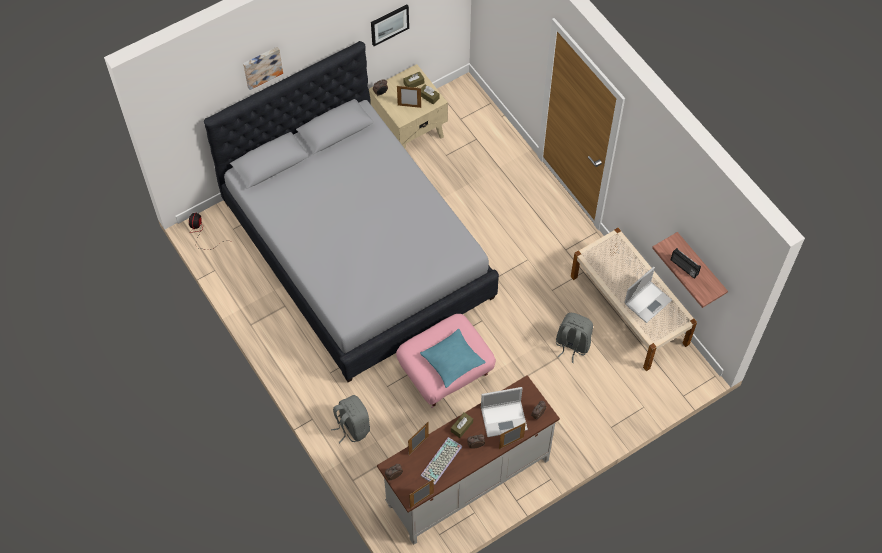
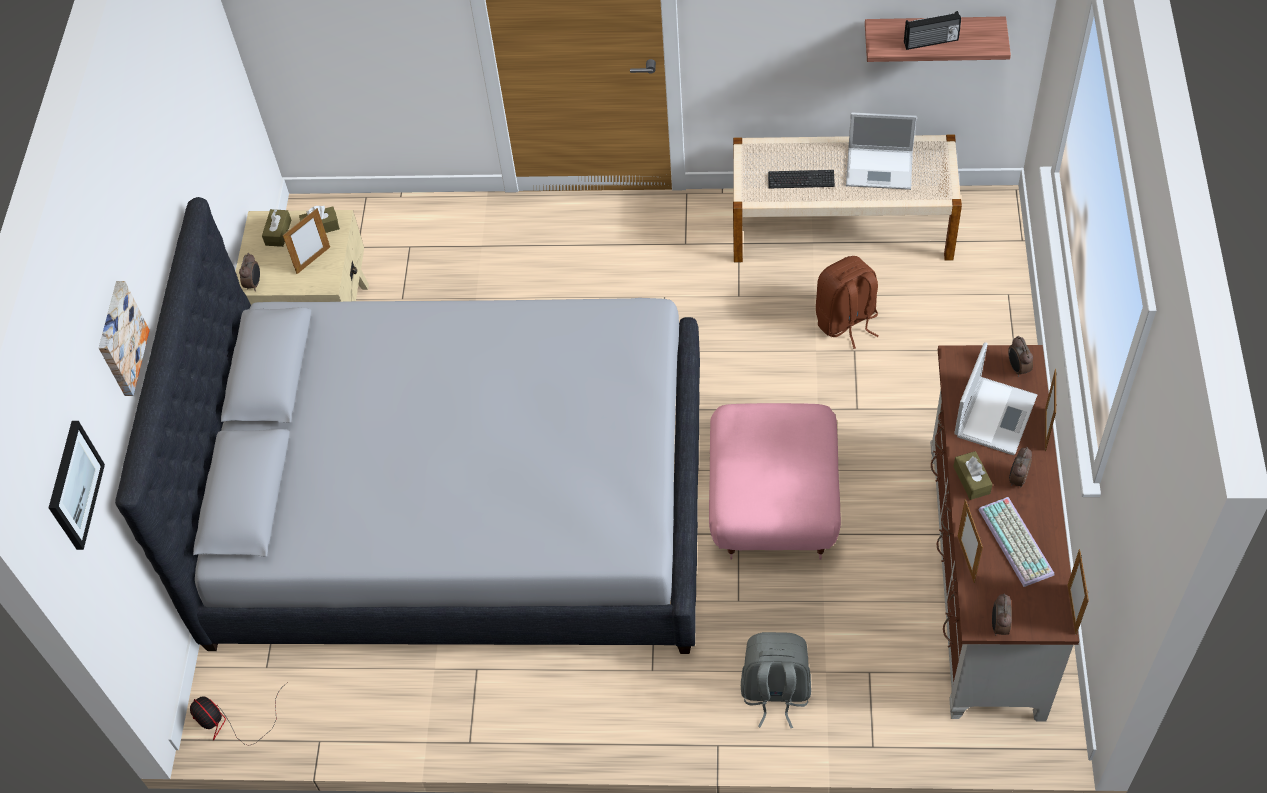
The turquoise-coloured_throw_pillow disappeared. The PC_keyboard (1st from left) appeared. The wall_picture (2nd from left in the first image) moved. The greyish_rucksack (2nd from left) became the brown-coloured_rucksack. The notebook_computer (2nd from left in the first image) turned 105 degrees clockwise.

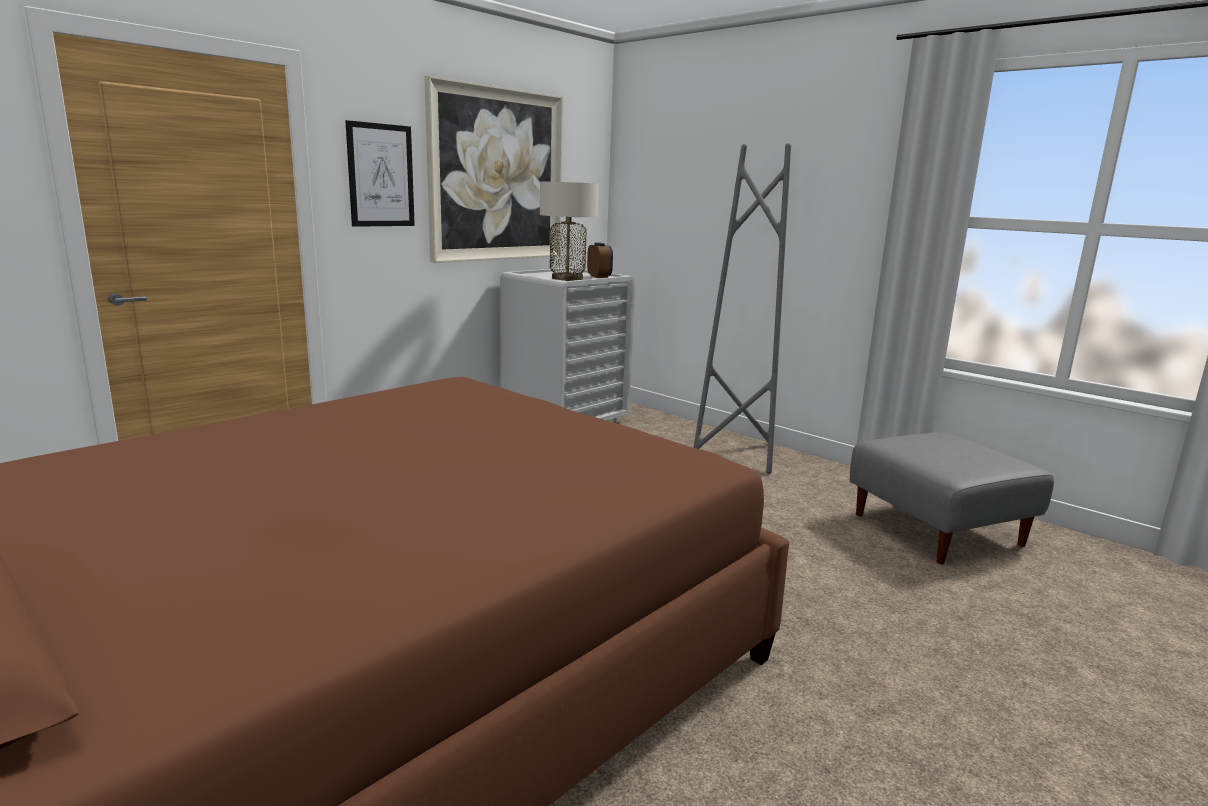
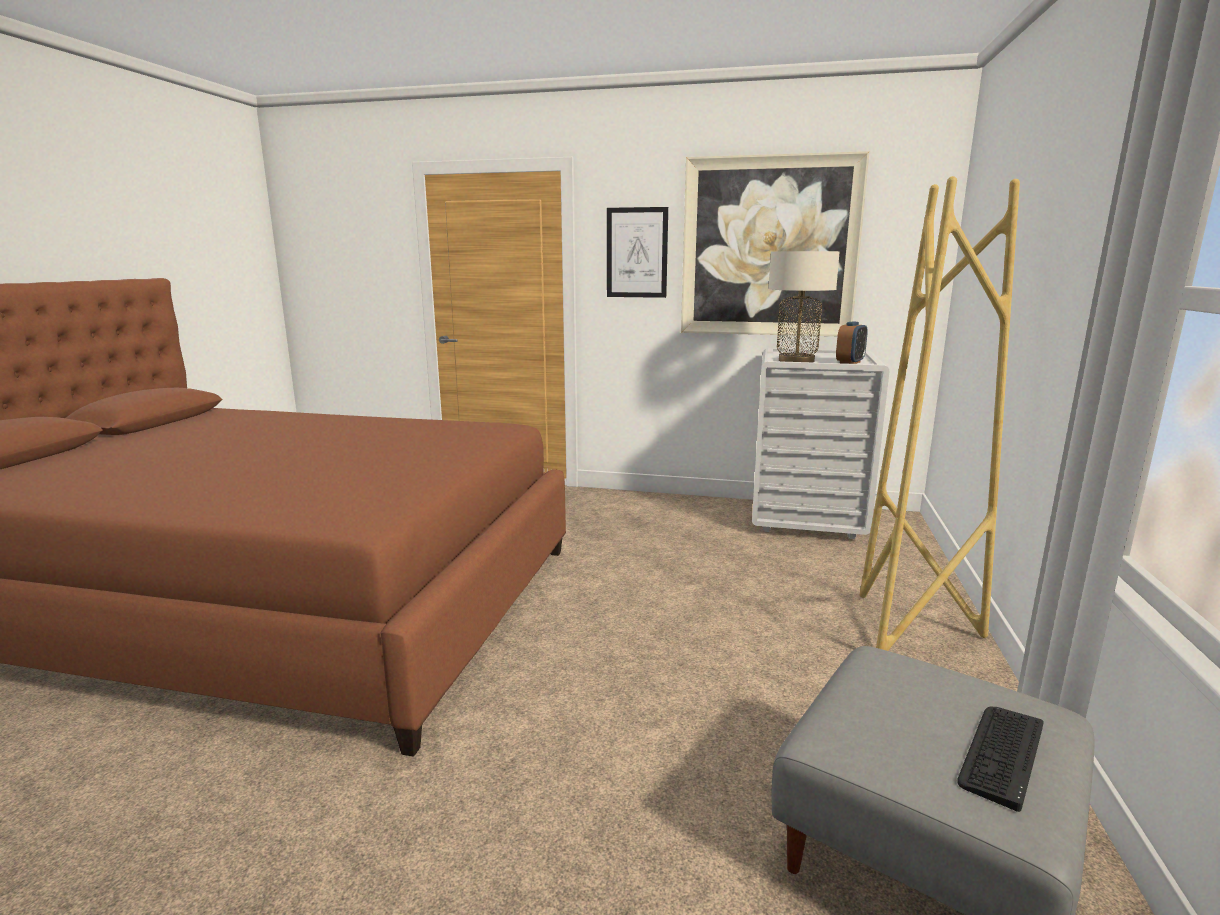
The PC_keyboard appeared. The greyish_clothes_rack became the yellowish_clothes_rack.

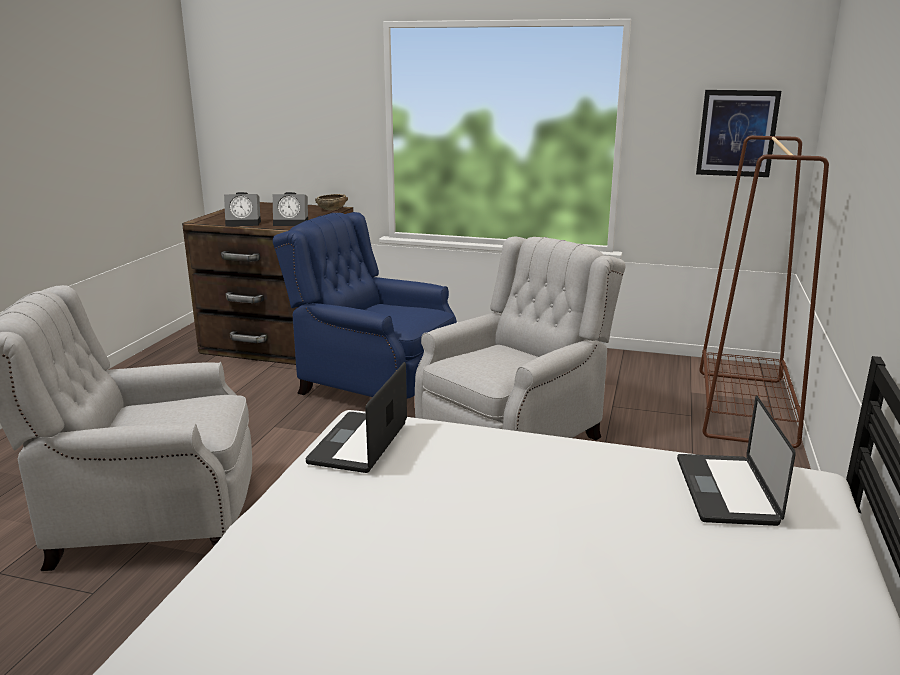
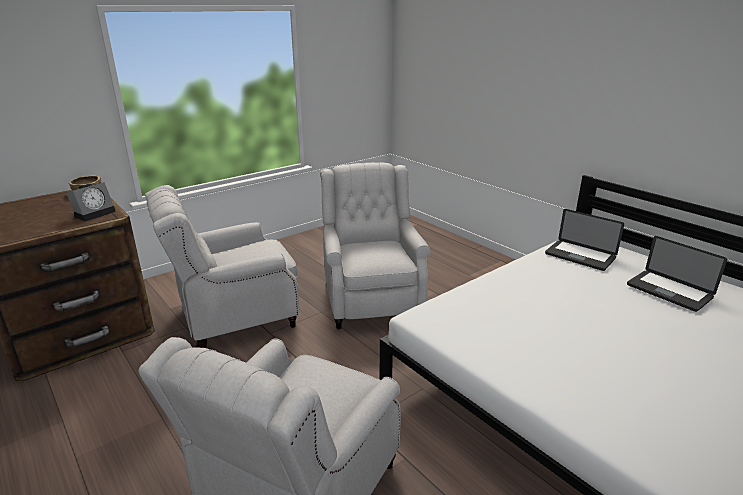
The bedside_clock (1st from left) disappeared. The wall_picture disappeared. The brown-coloured_clothes_rack disappeared. The notebook_computer (1st from left in the first image) moved. The blue_easy_chair became the white_easy_chair (1st from left).

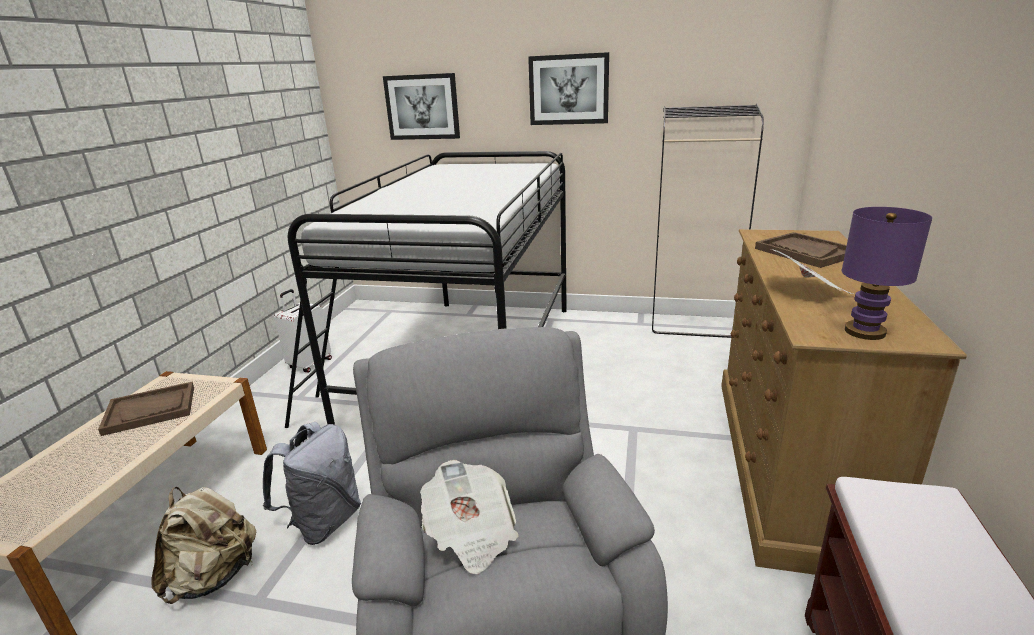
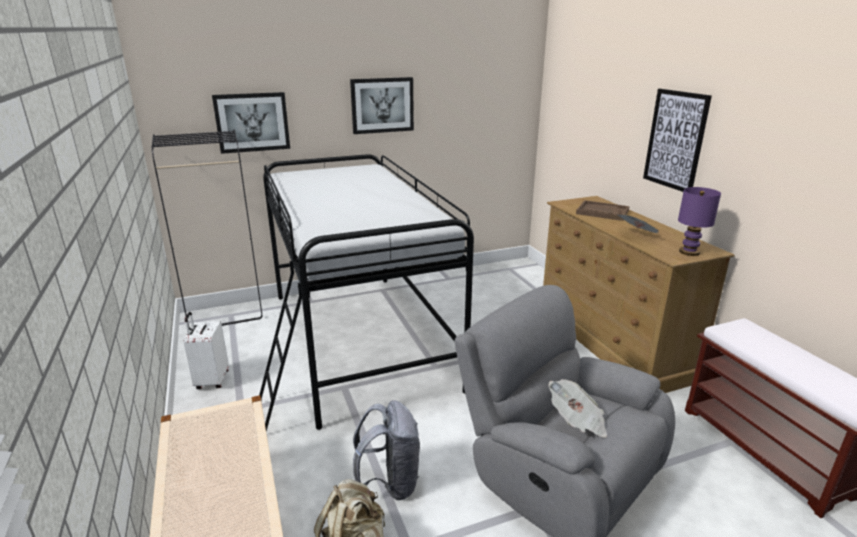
The brown-coloured_carrying_tray (1st from left) disappeared. The wall_picture (3rd from left) appeared. The black_clothes_rack moved.

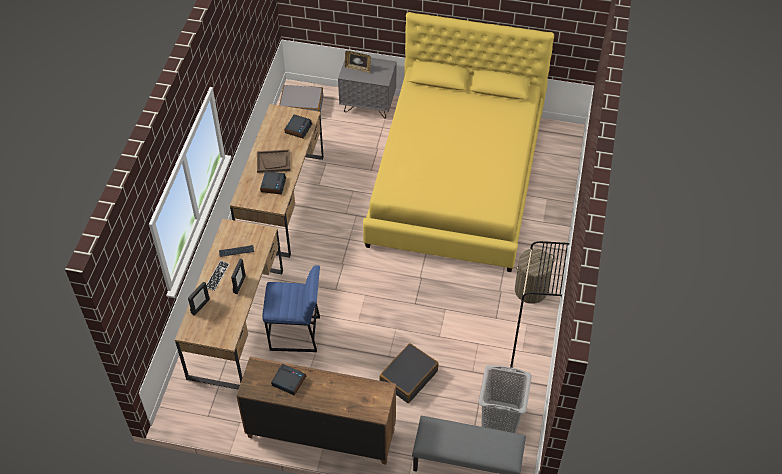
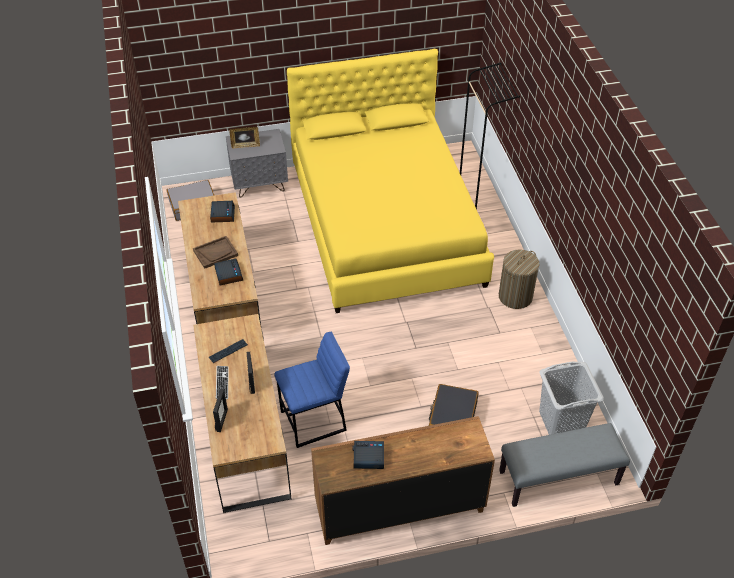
The black_clothes_rack moved.

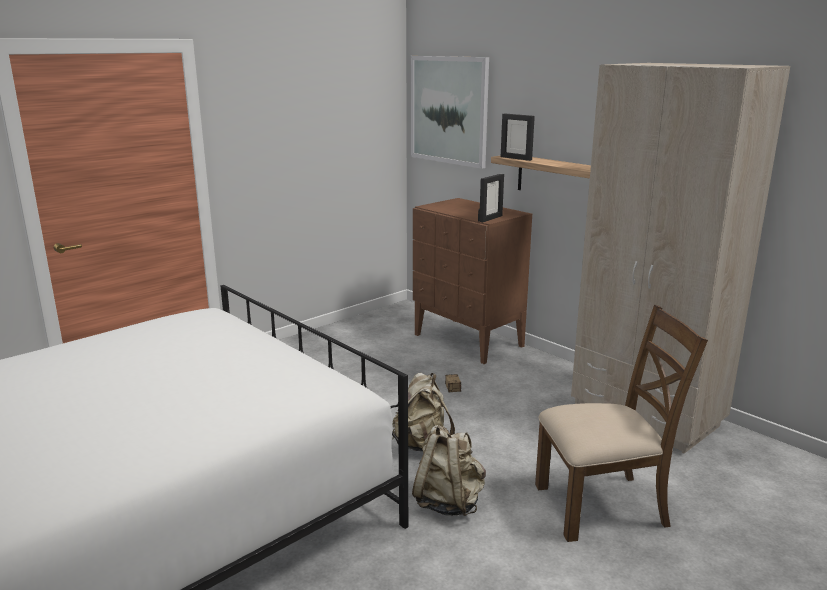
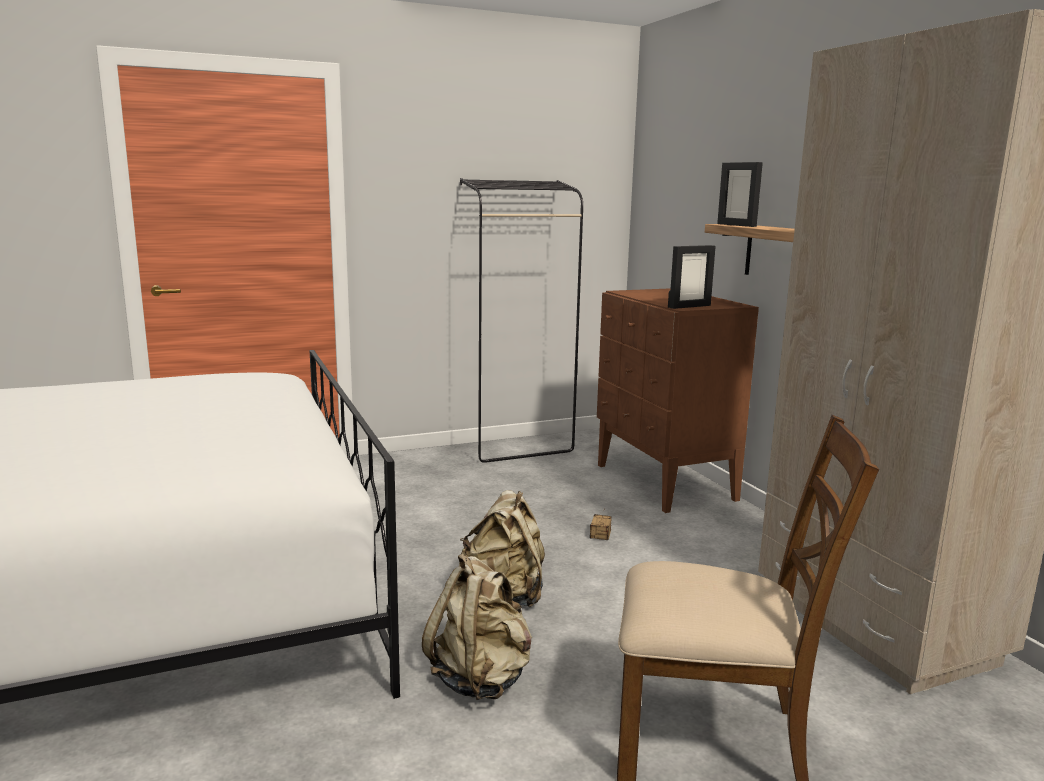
The wall_picture disappeared. The black_clothes_rack appeared.

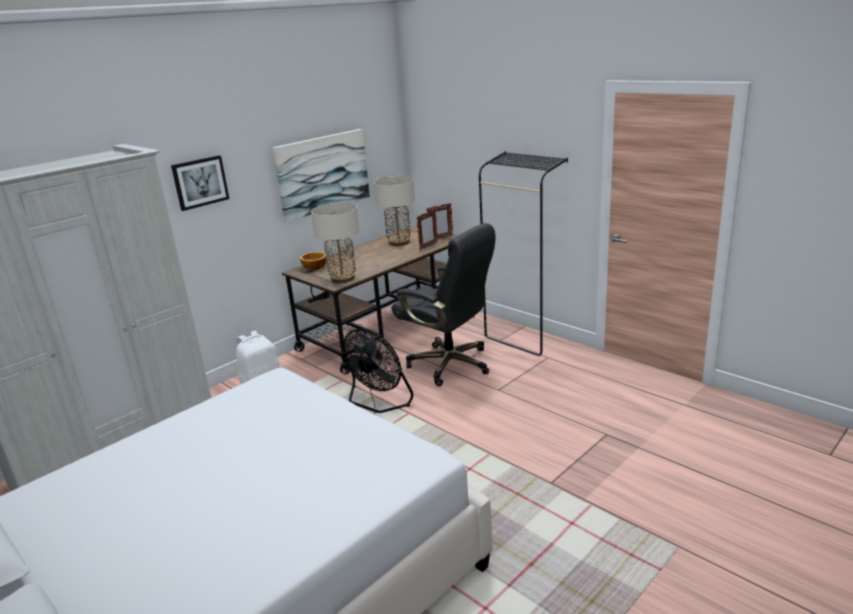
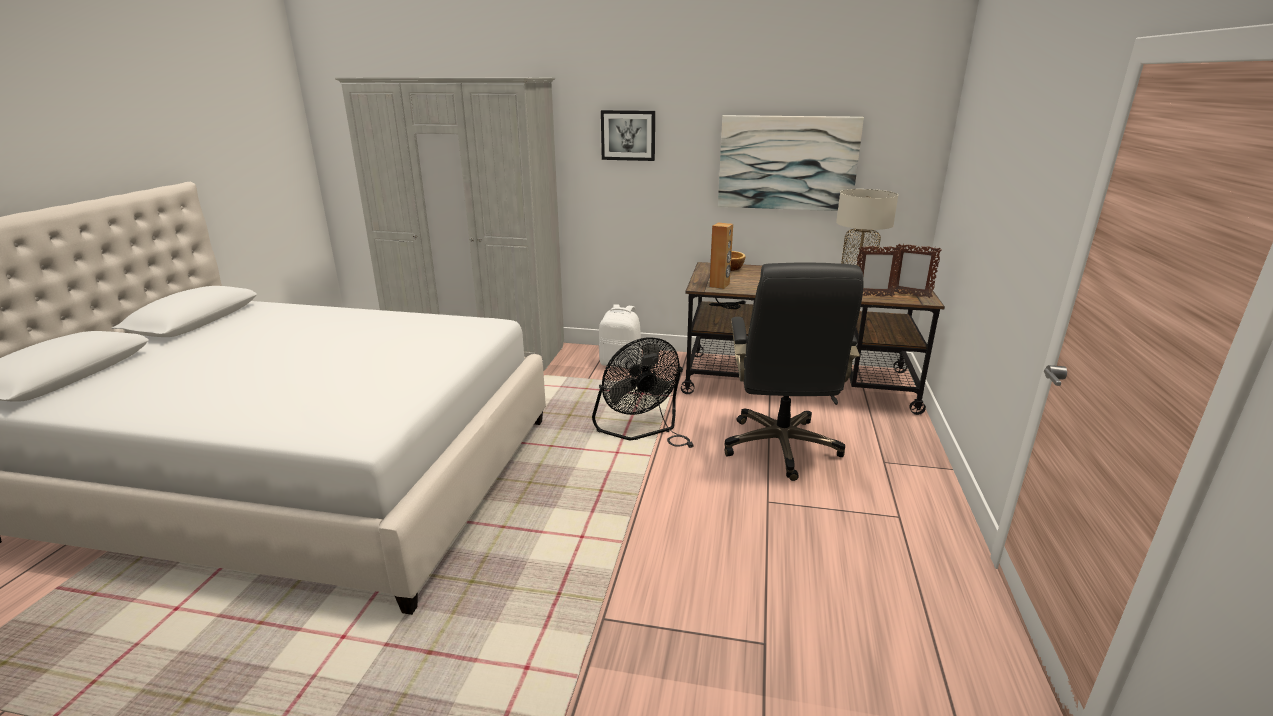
The black_clothes_rack disappeared. The tabletop_lamp (1st from left) was replaced by the brown-coloured_loudspeaker. The black_cooling_fan turned 120 degrees counterclockwise.

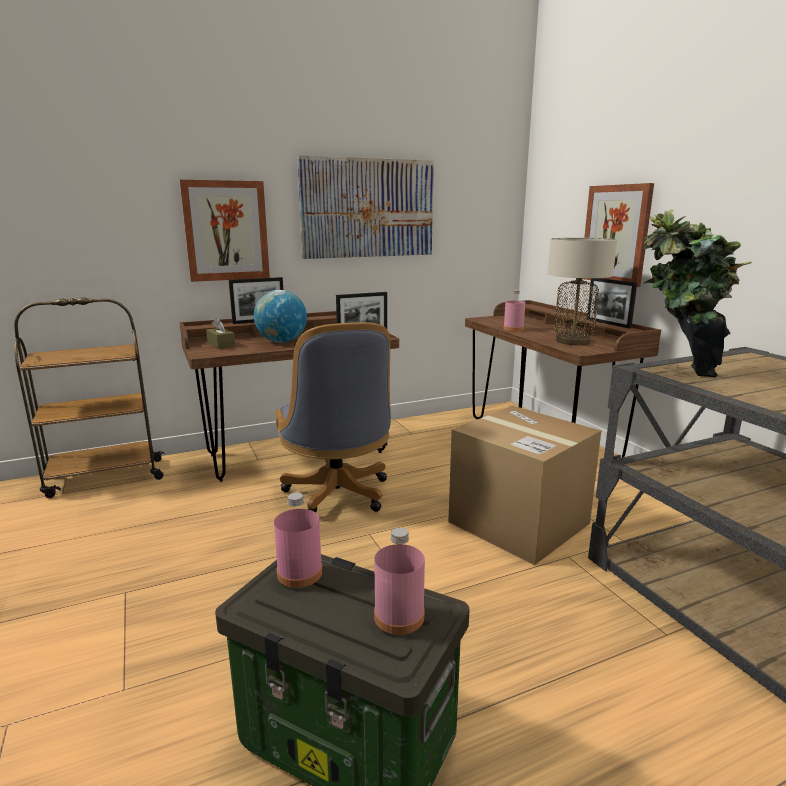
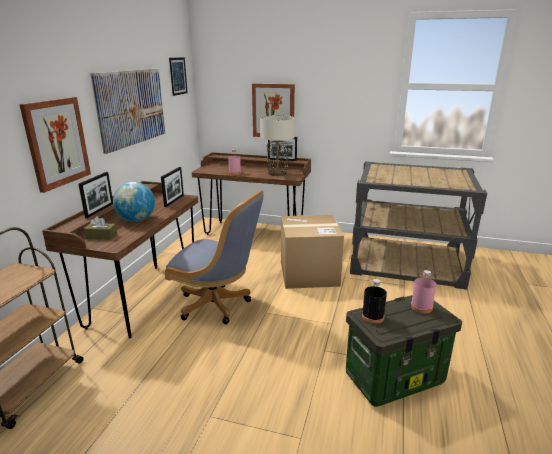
The potted_plant disappeared. The wall_picture (3rd from left) appeared. The pink-coloured_beverage_bottle (1st from left) became the black_beverage_bottle.

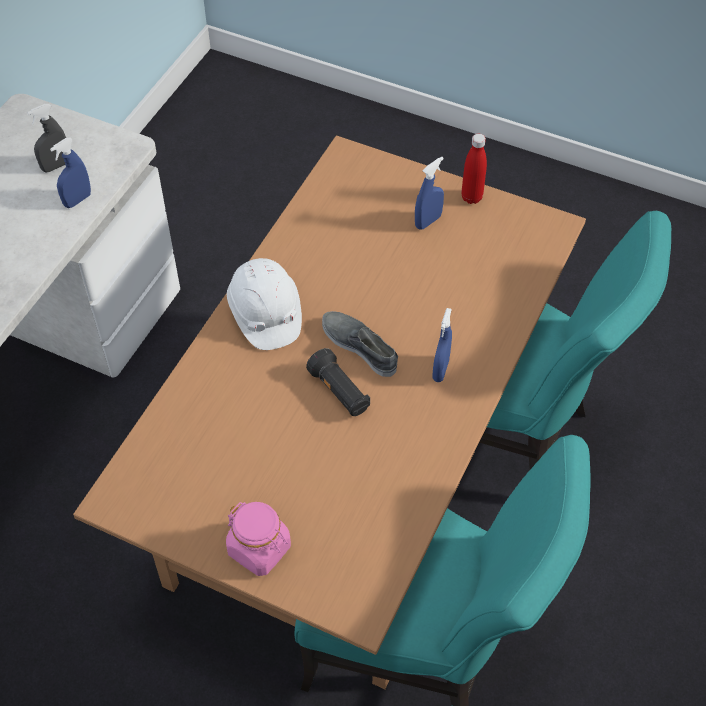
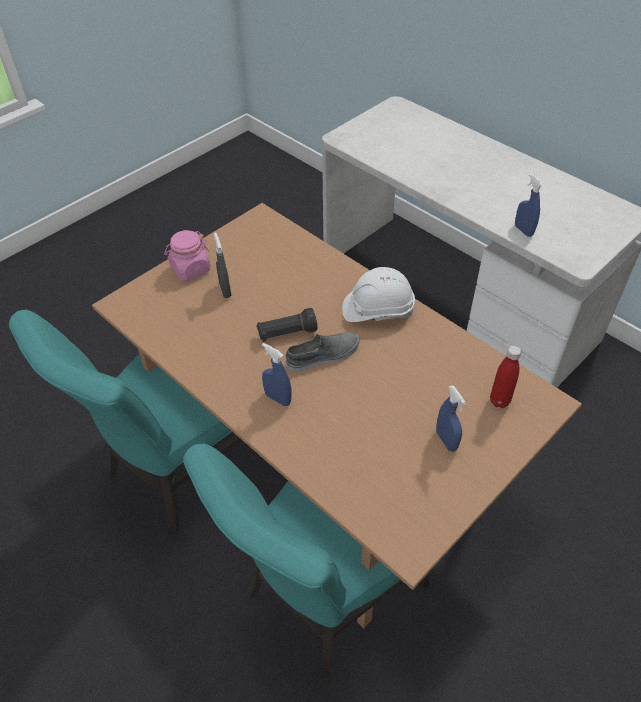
The greyish_hand_sprayer moved. The reddish_beverage_bottle moved.

